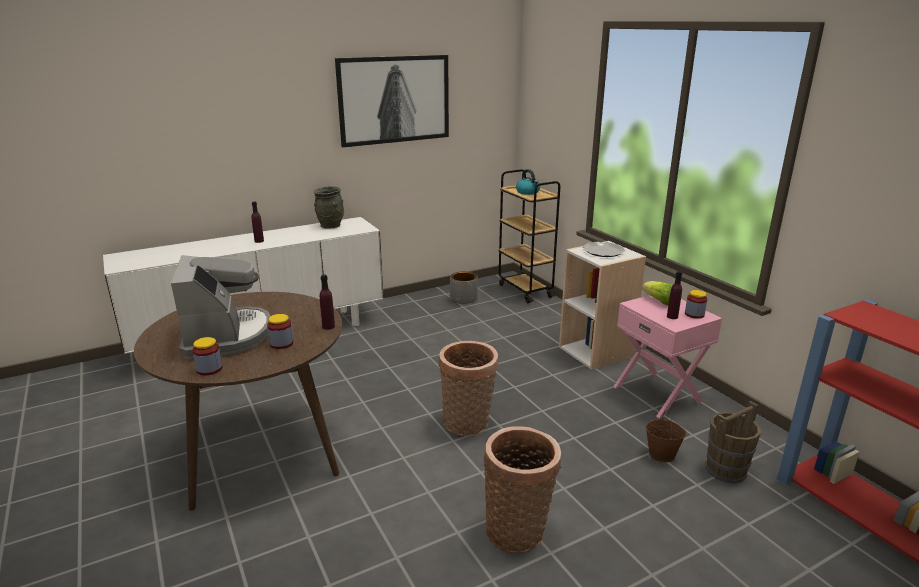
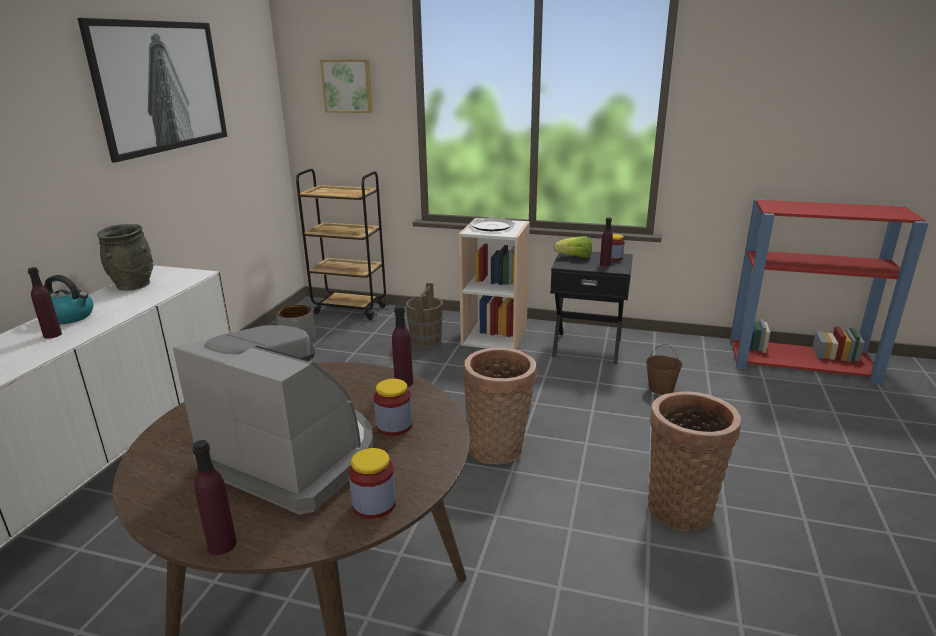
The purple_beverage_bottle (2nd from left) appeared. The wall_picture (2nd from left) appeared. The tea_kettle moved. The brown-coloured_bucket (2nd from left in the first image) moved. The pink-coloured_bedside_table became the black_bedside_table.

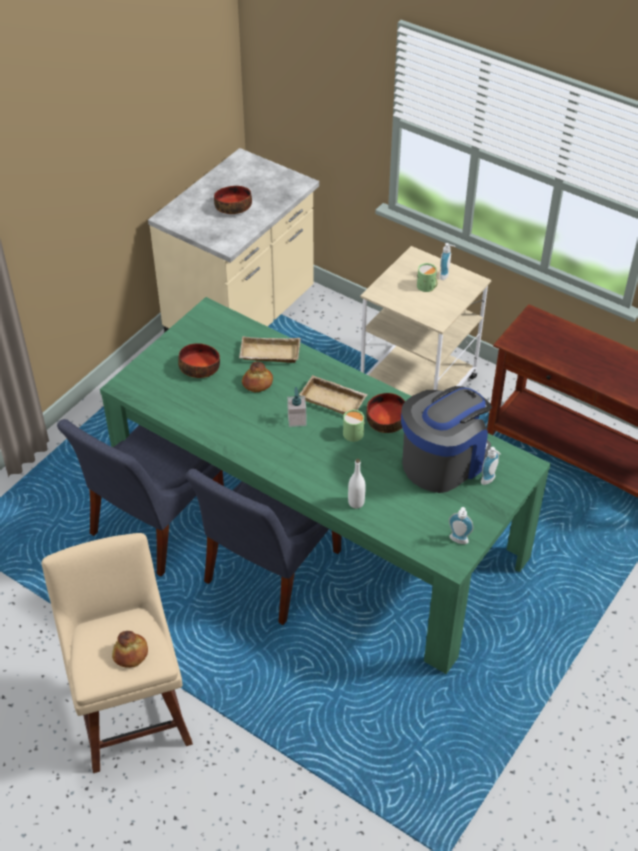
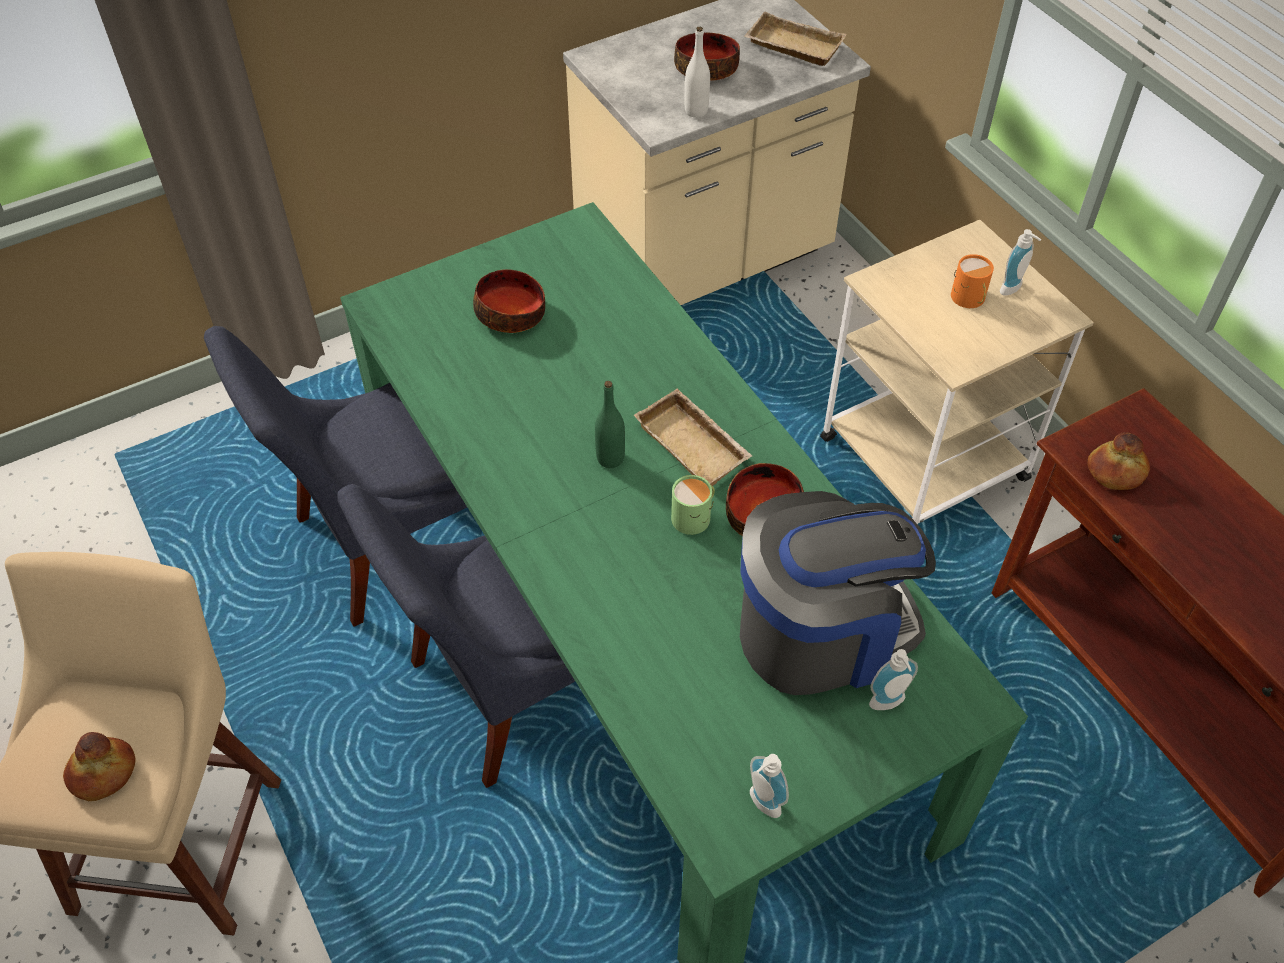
The sand-coloured_carrying_tray (1st from left in the first image) moved. The bread (2nd from left) moved. The white_beverage_bottle moved. The liquid_soap_bottle (1st from left) was replaced by the green_beverage_bottle. The green_tea_mug (2nd from left) became the orange-coloured_tea_mug.

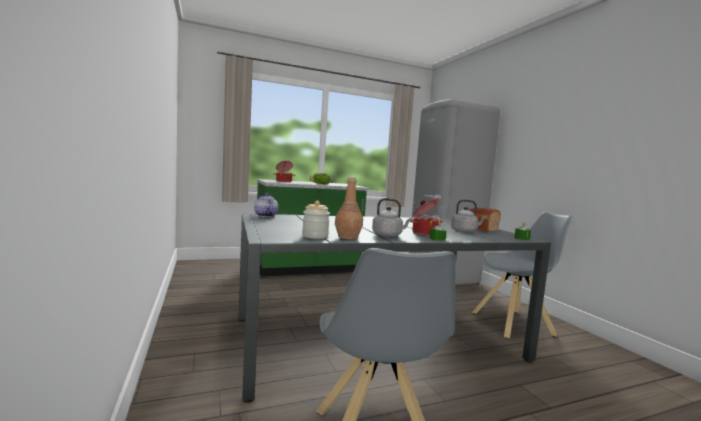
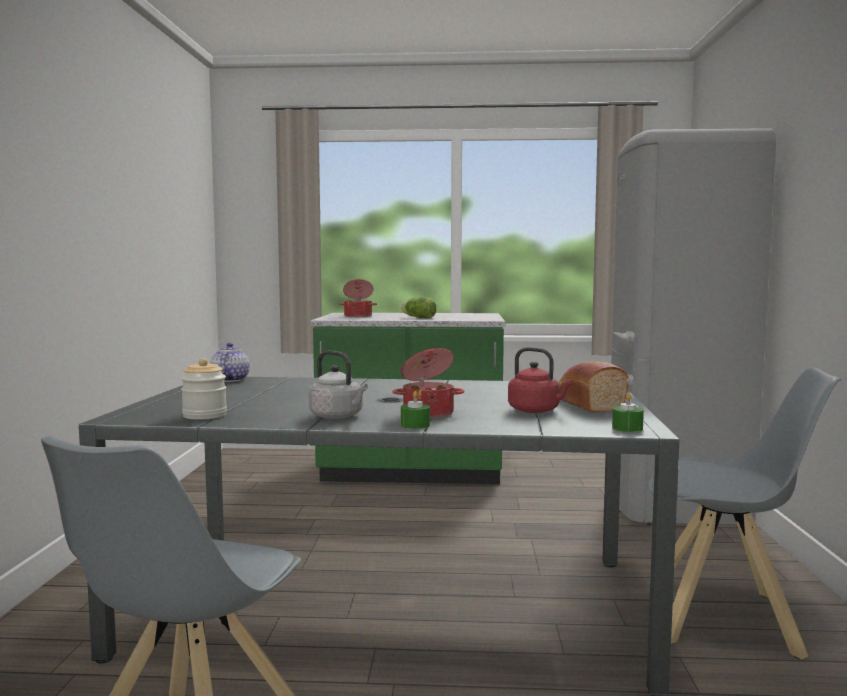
The brown-coloured_beverage_bottle disappeared. The greyish_tea_kettle (2nd from left) became the reddish_tea_kettle.

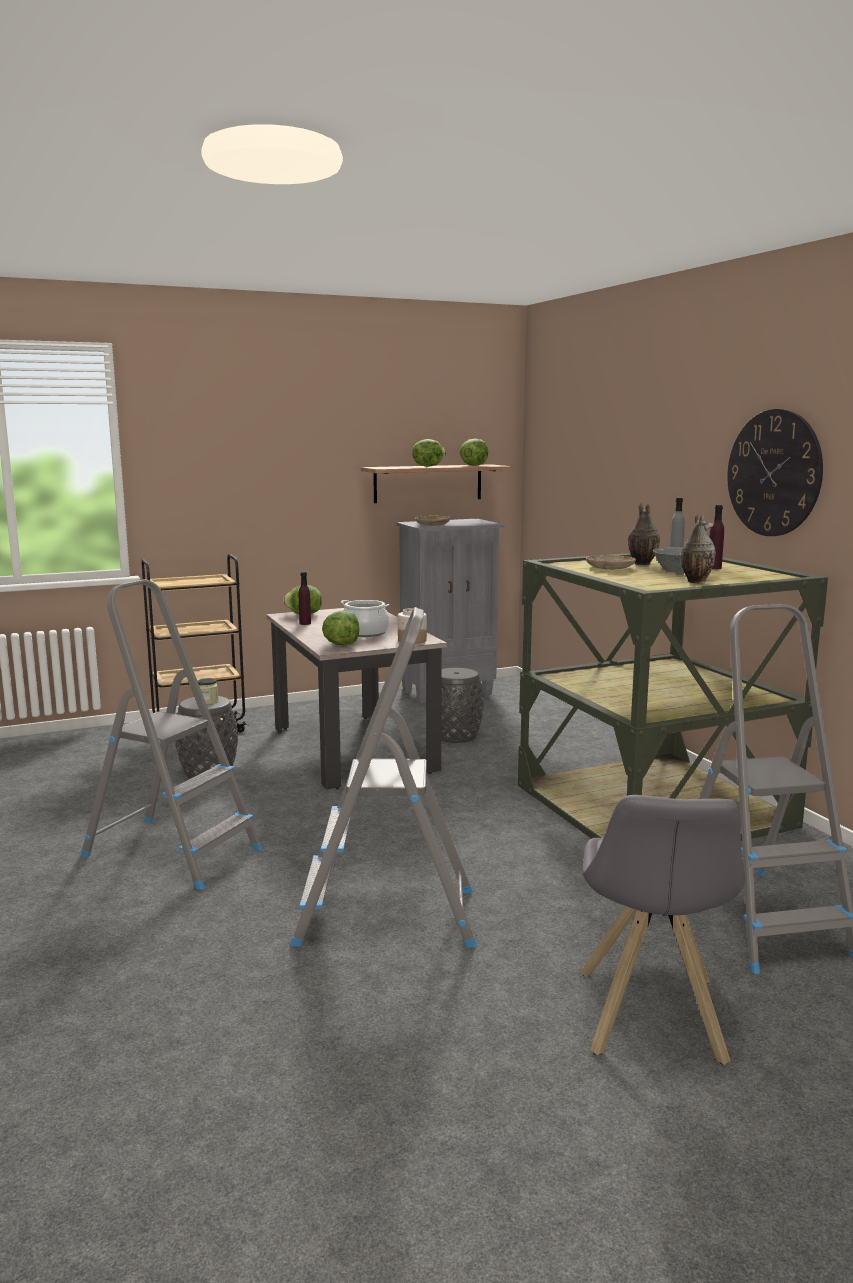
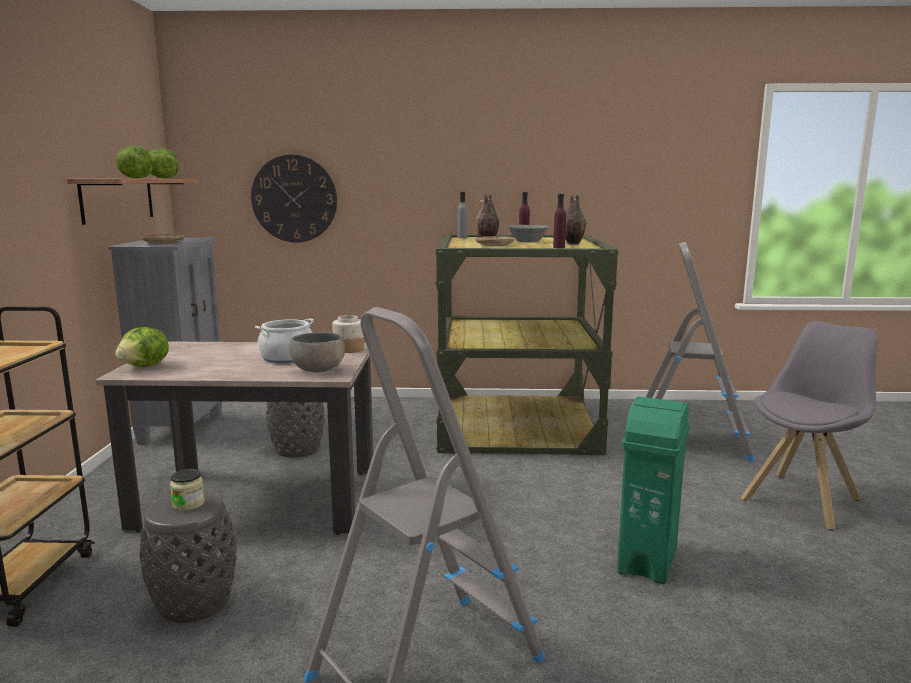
The purple_beverage_bottle (1st from left in the first image) moved. The hanging_clock moved. The greyish_step_stool (2nd from left) was replaced by the green_rubbish_bin. The lettuce (2nd from left) was replaced by the greyish_deep_dish (1st from left). The greyish_chair turned 75 degrees counterclockwise.

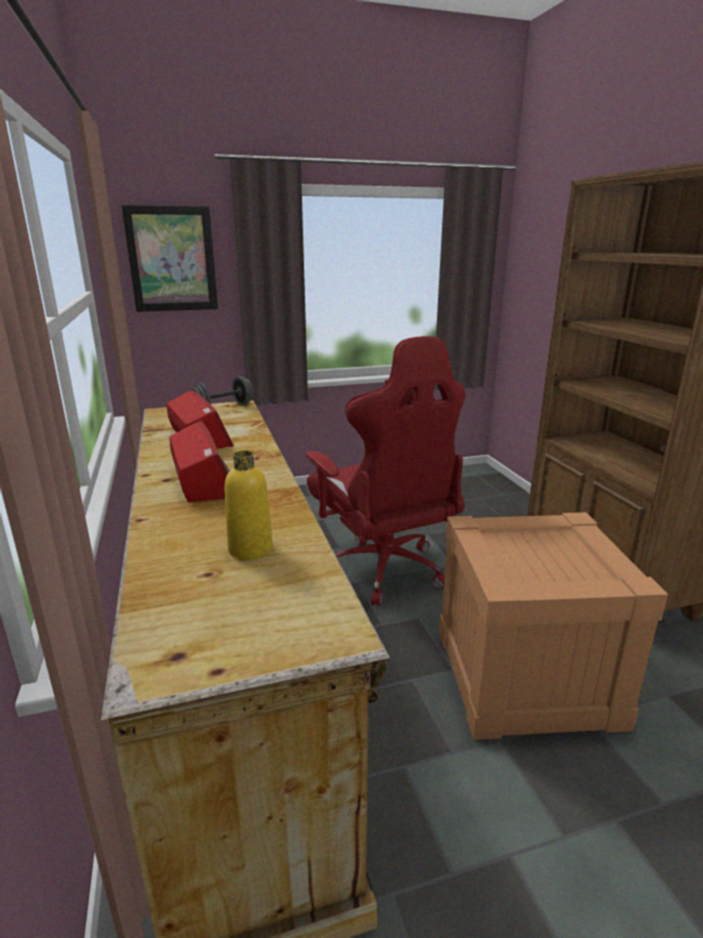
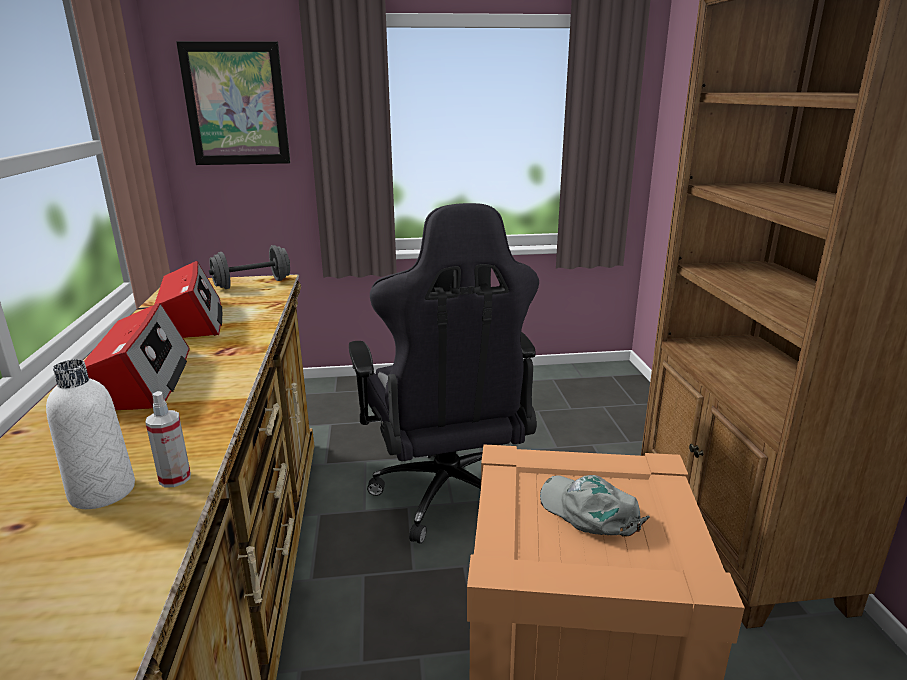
The hand_sprayer appeared. The greyish_peaked_cap appeared. The yellowish_beverage_bottle became the white_beverage_bottle. The reddish_office_chair became the black_office_chair.

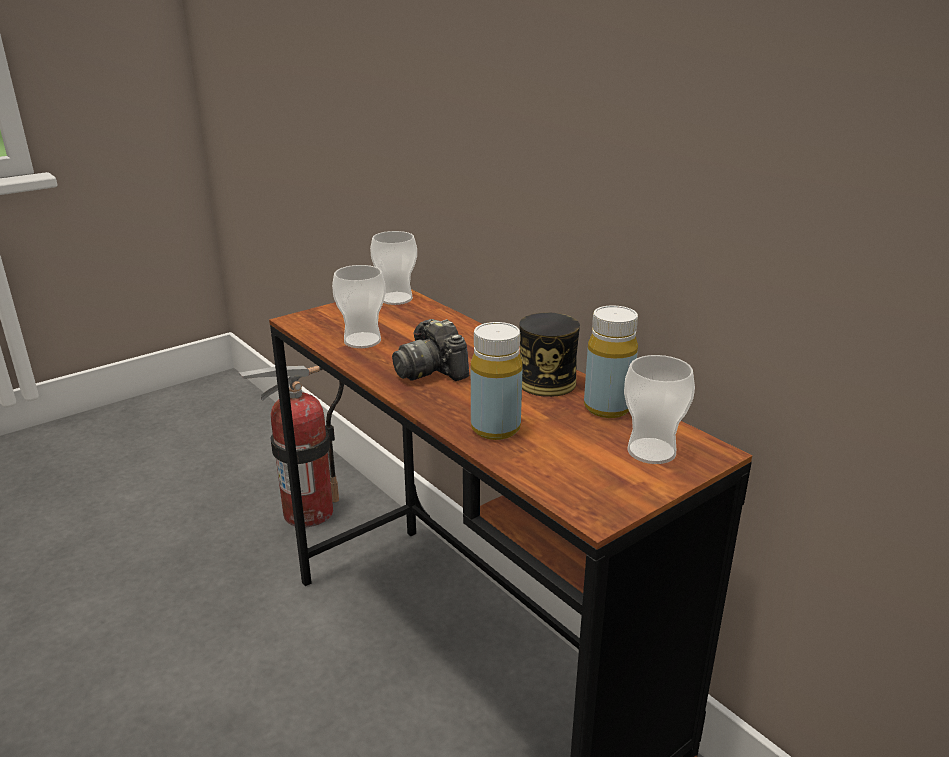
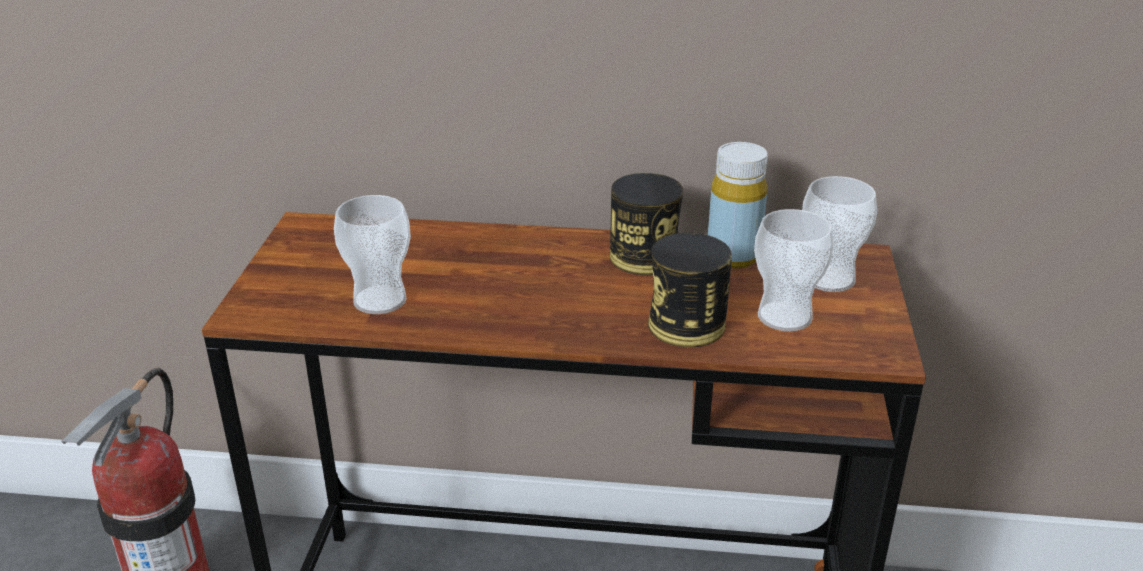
The still_camera disappeared. The small_cup (2nd from left) moved. The yellowish_beverage_bottle (1st from left) was replaced by the sealed_can (2nd from left).

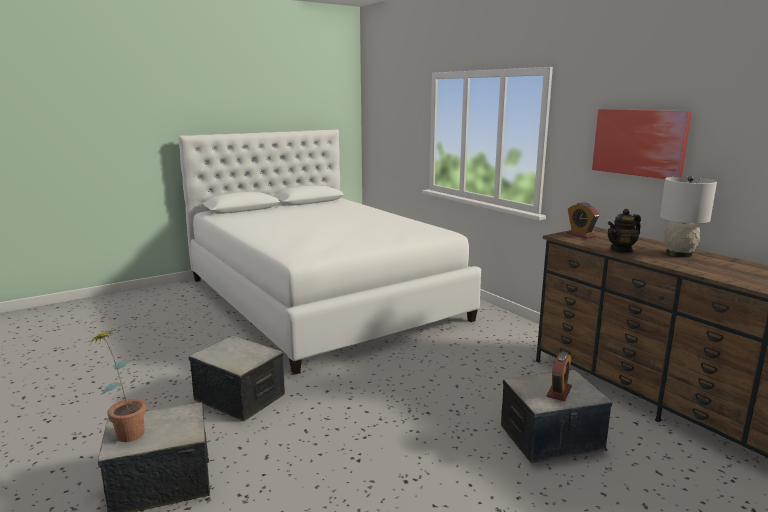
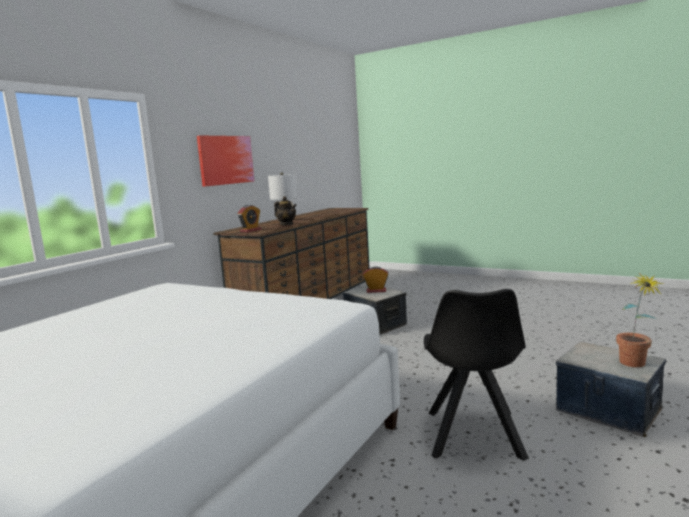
The storage_bin (2nd from left) was replaced by the black_chair.

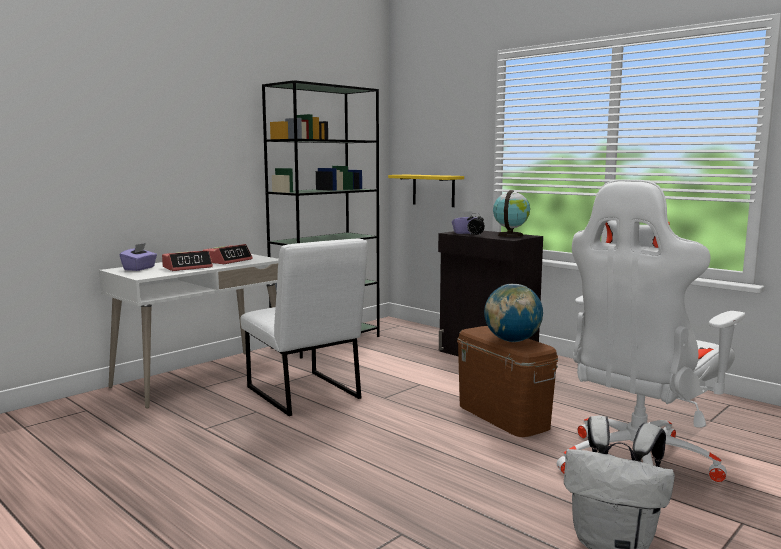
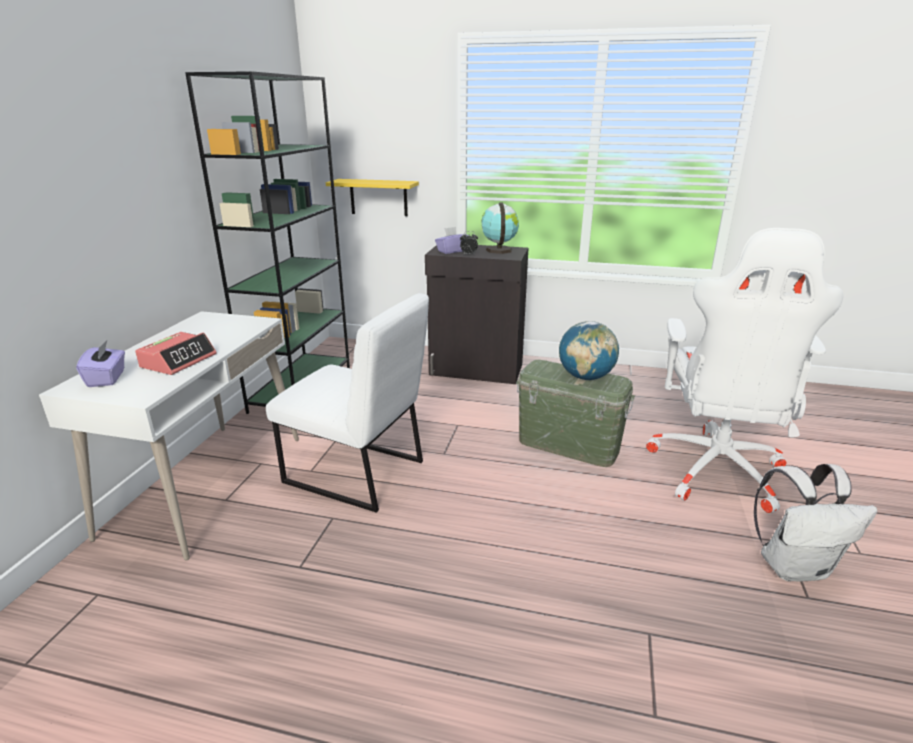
The bedside_clock (2nd from left) disappeared. The brown-coloured_storage_bin became the green_storage_bin.

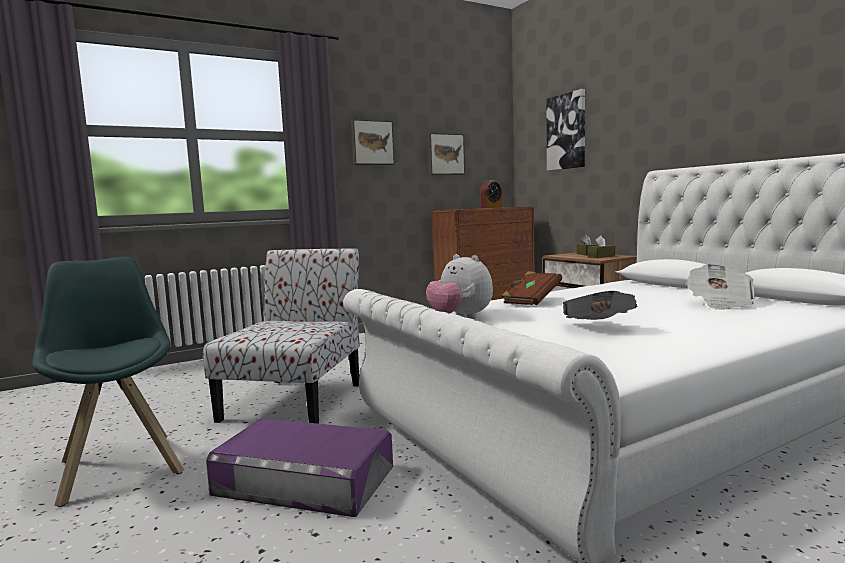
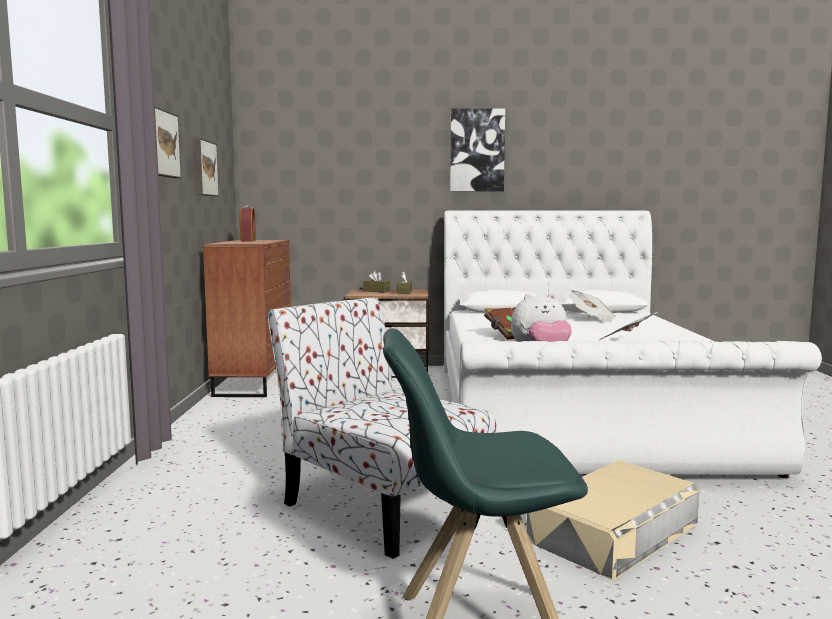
The wall_picture (3rd from left) moved. The purple_storage_bin became the sand-coloured_storage_bin.

